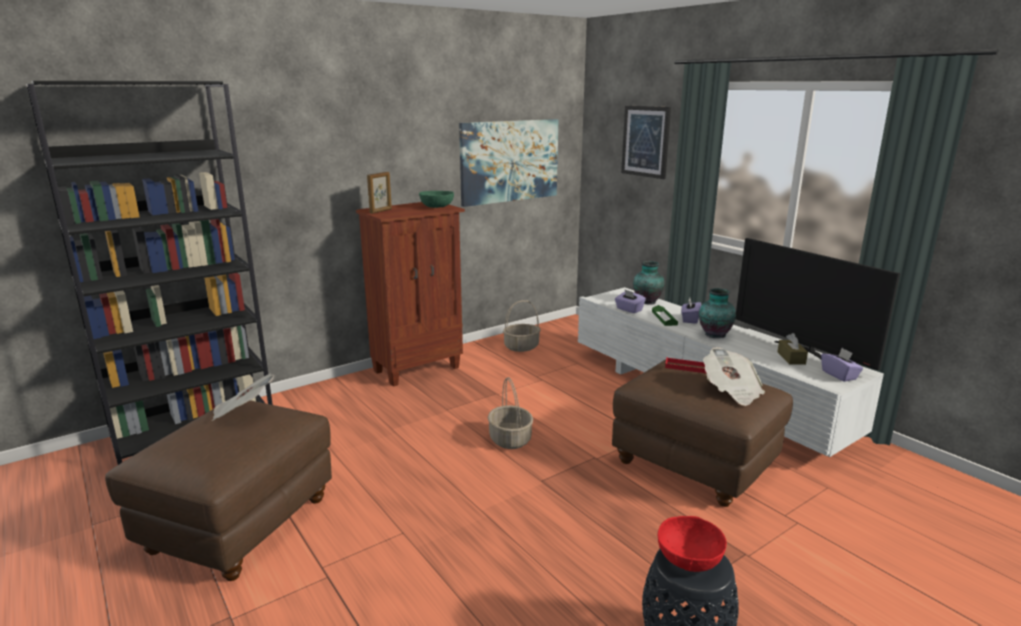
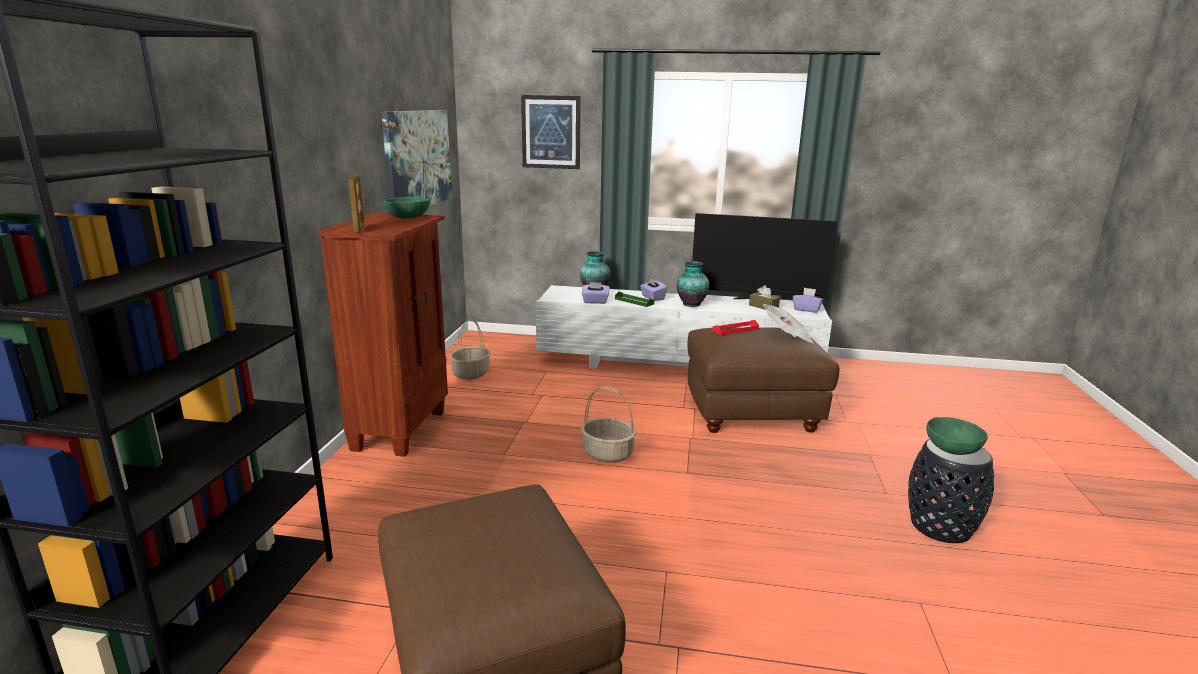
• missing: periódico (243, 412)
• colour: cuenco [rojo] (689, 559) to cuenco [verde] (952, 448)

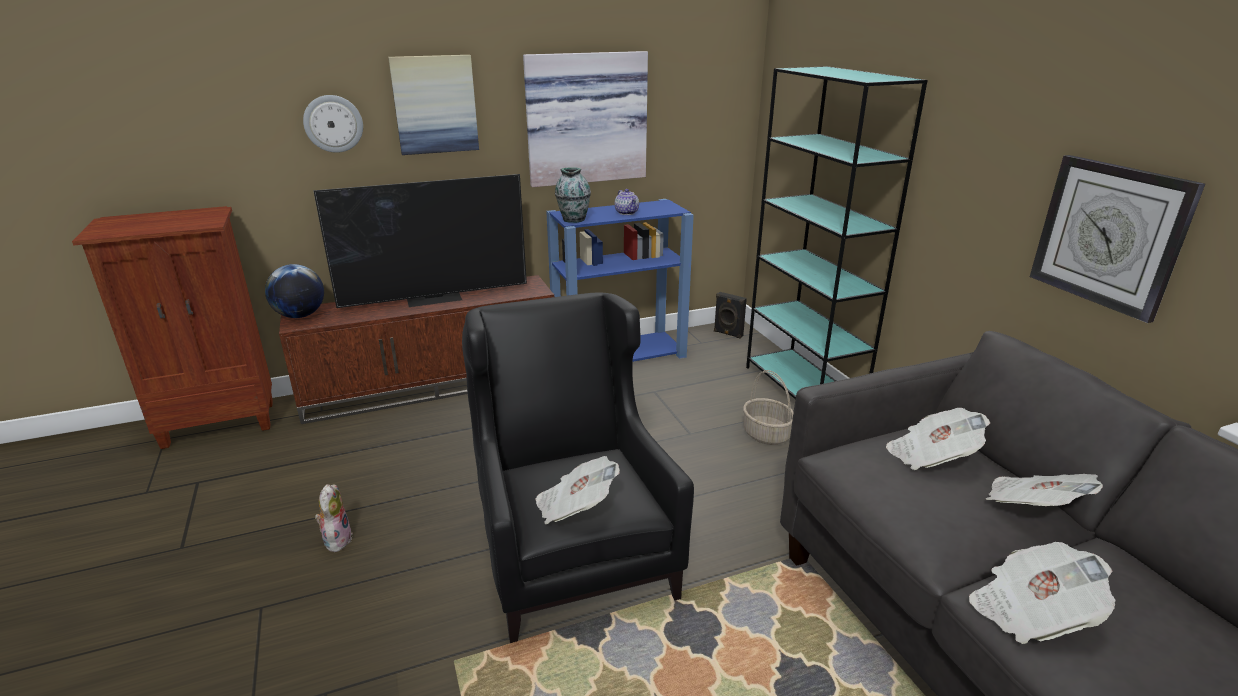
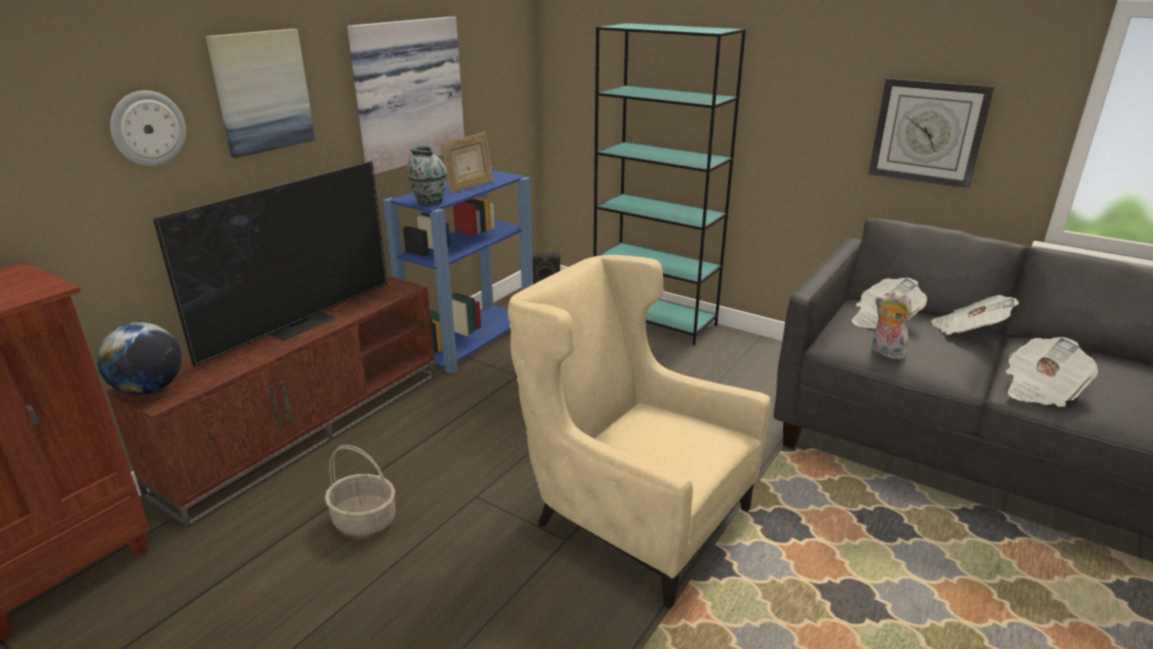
• relocated: peluche (336, 539) to (885, 352)
• colour: sillón [negro] (573, 553) to sillón [beis] (632, 516)
• missing: periódico (575, 507)
• exchanged: tetera (627, 213) to portarretratos (469, 187)
• relocated: cesta (767, 434) to (365, 520)

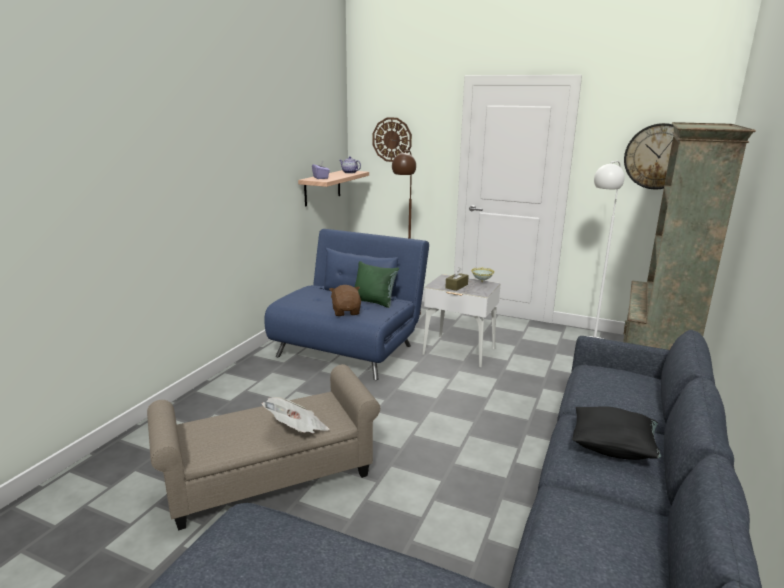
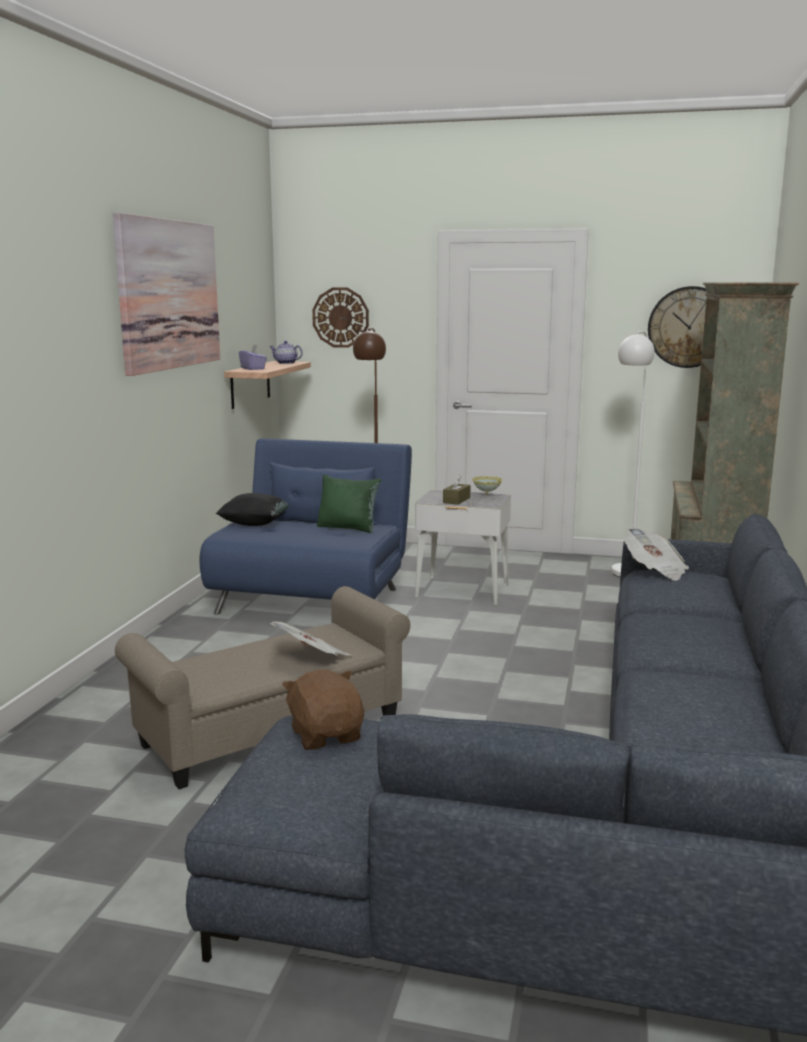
• relocated: peluche [marrón] (346, 312) to (326, 735)
• relocated: cojín [negro] (613, 448) to (254, 524)
• appeared: cuadro (169, 294)
• appeared: periódico (655, 571)

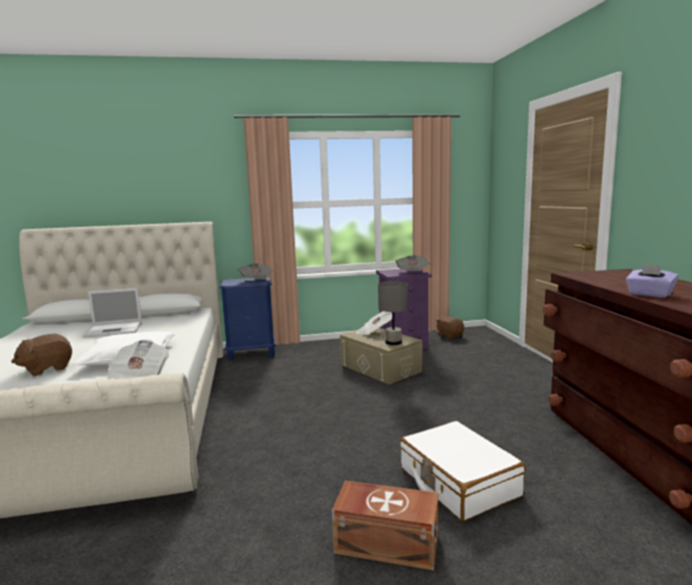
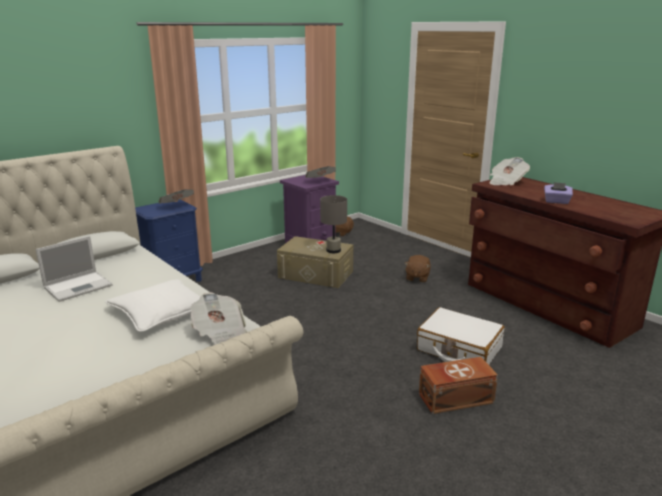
• relocated: peluche [marrón] (46, 369) to (417, 277)
• relocated: periódico (375, 332) to (506, 182)

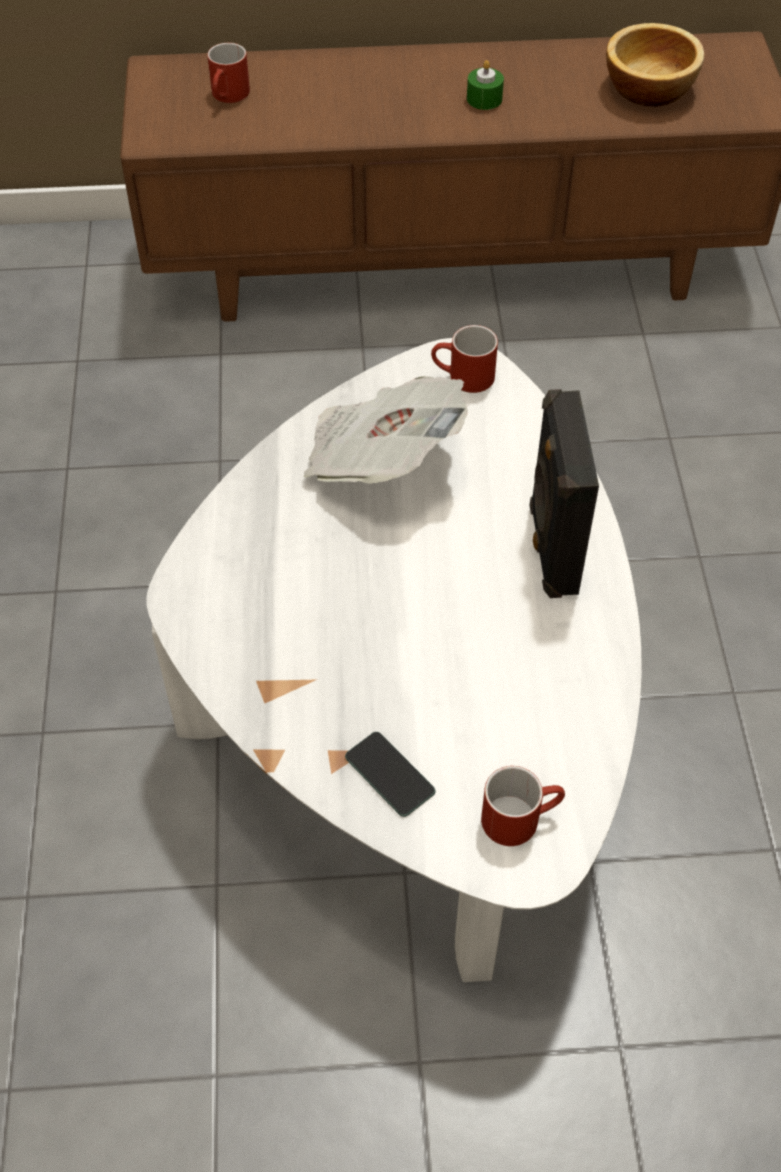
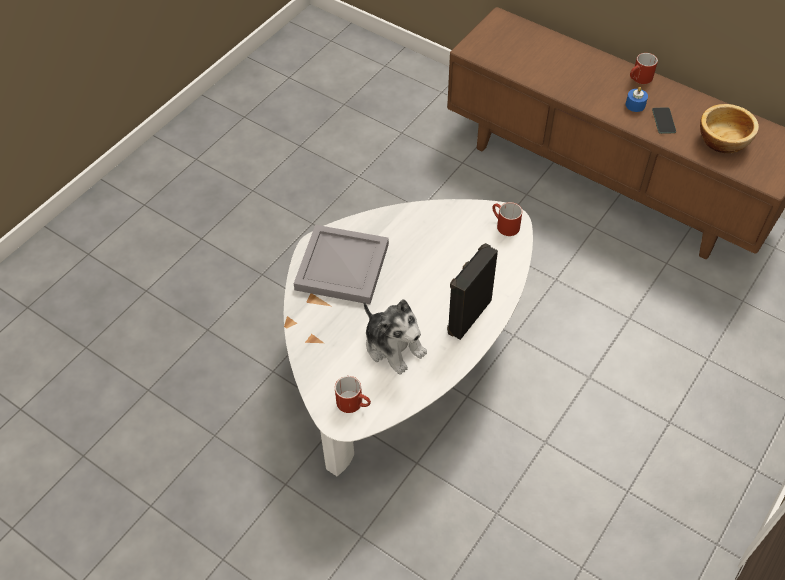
• relocated: taza grande [rojo] (229, 97) to (639, 79)
• missing: periódico (381, 458)
• relocated: móvil (389, 774) to (663, 121)
• colour: vela [verde] (484, 99) to vela [azul] (635, 105)
• appeared: bandeja [gris] (343, 268)
• appeared: peluche (394, 346)

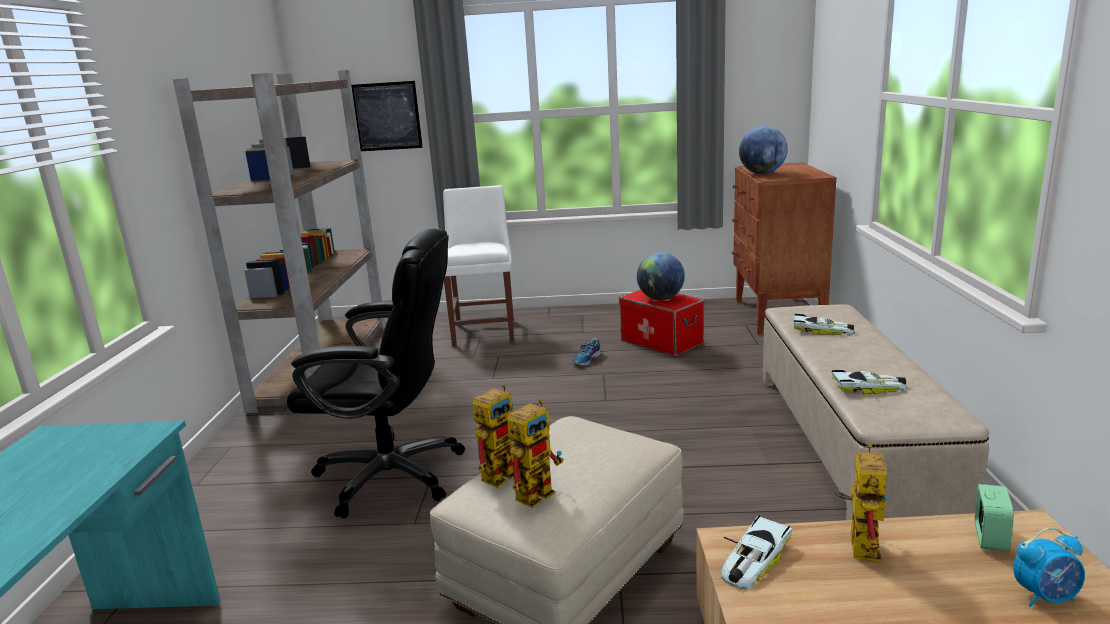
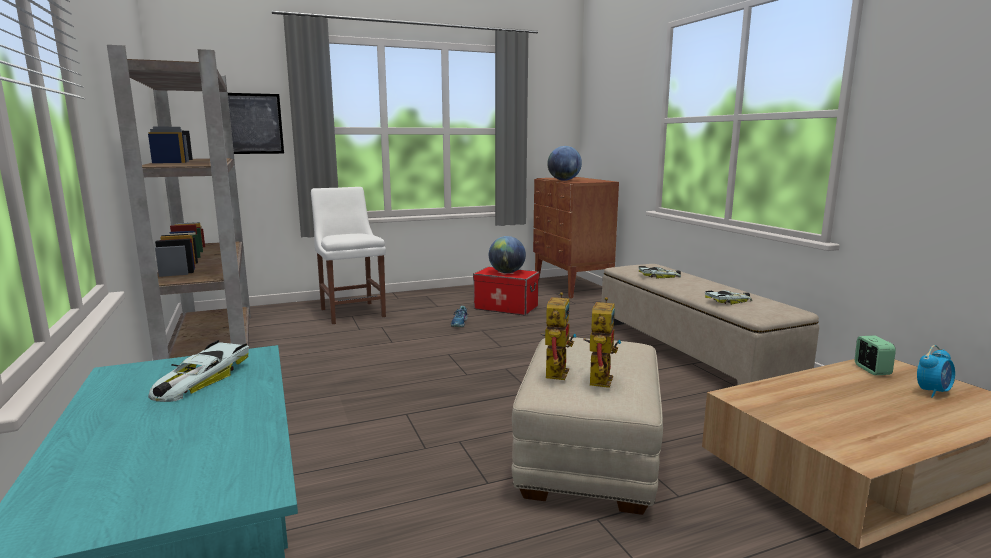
• missing: silla de oficina [negro] (390, 474)
• relocated: coche de juguete (752, 559) to (198, 379)
• missing: robot de juguete (859, 542)

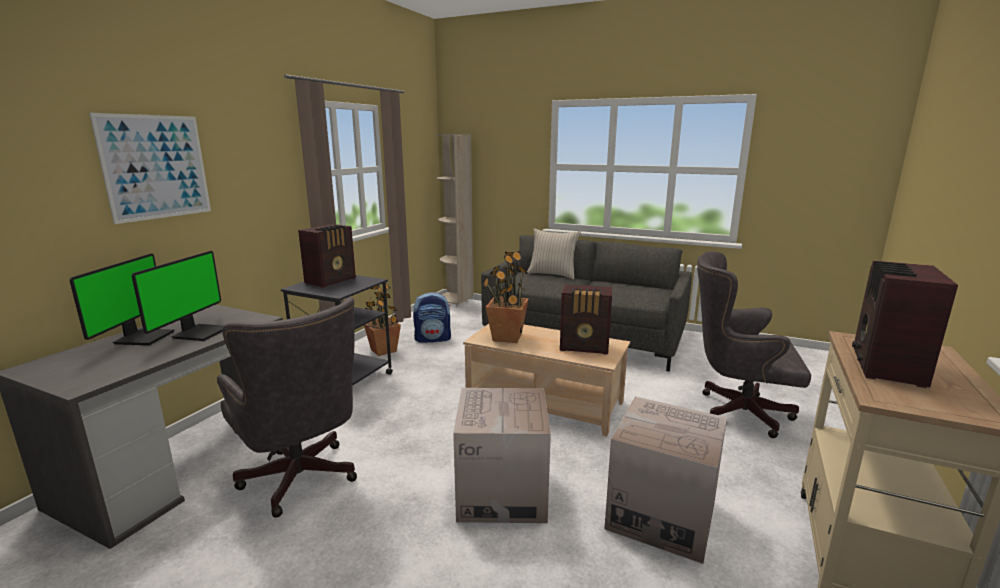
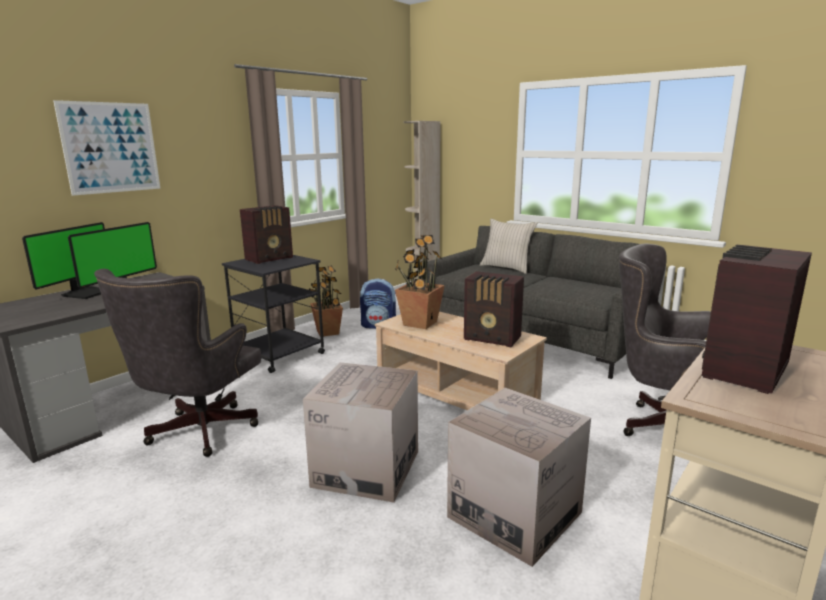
• spun: silla de oficina [gris] (302, 480) = (199, 433) 45 degrees clockwise

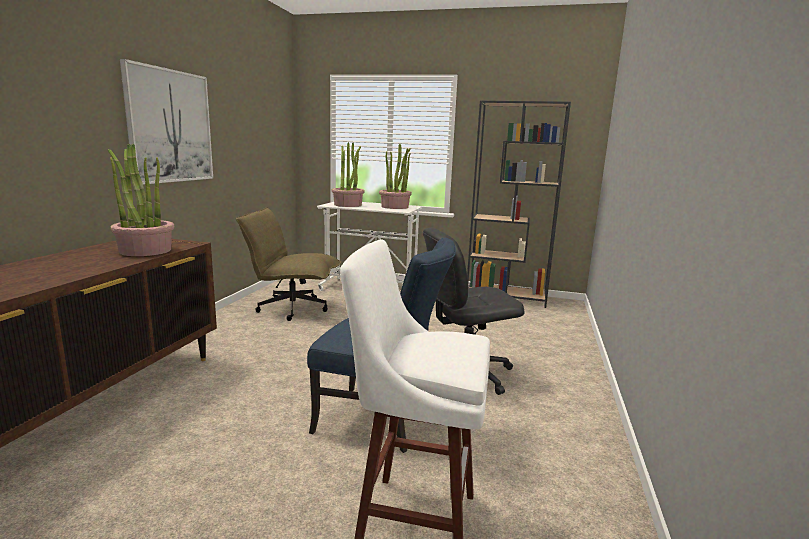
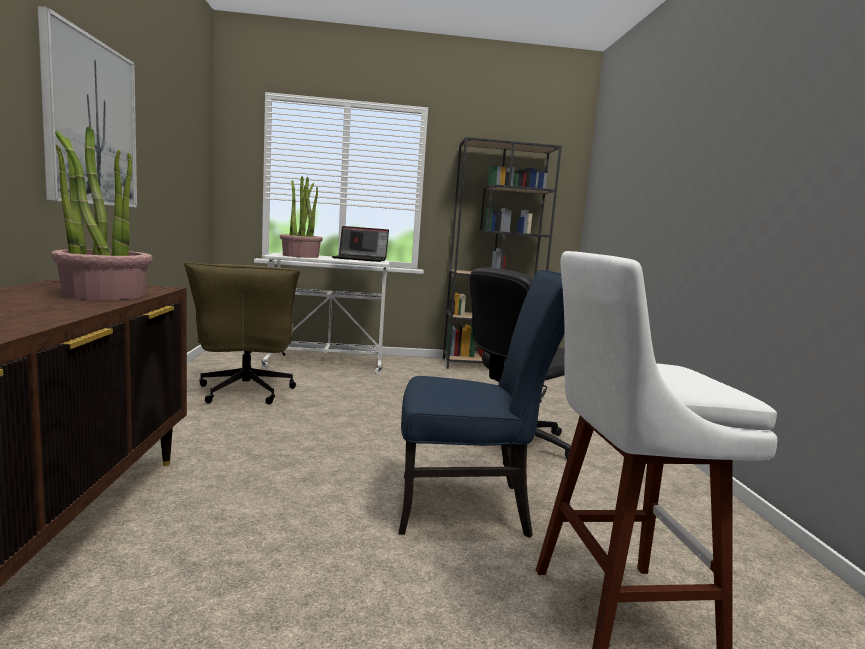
• spun: silla de oficina [beis] (294, 308) = (246, 391) 90 degrees counterclockwise
• exchanged: planta en maceta (395, 207) to portátil (361, 259)

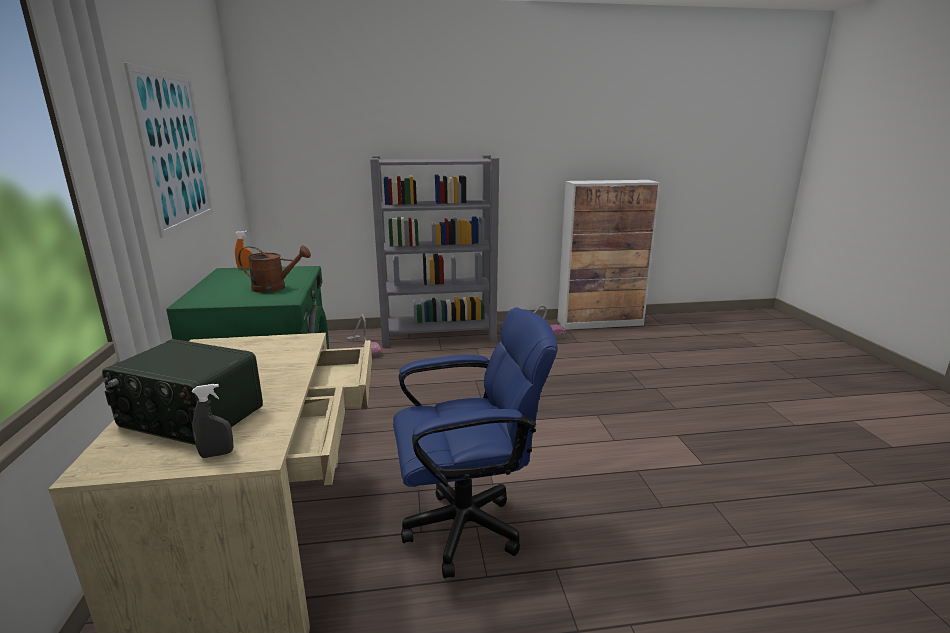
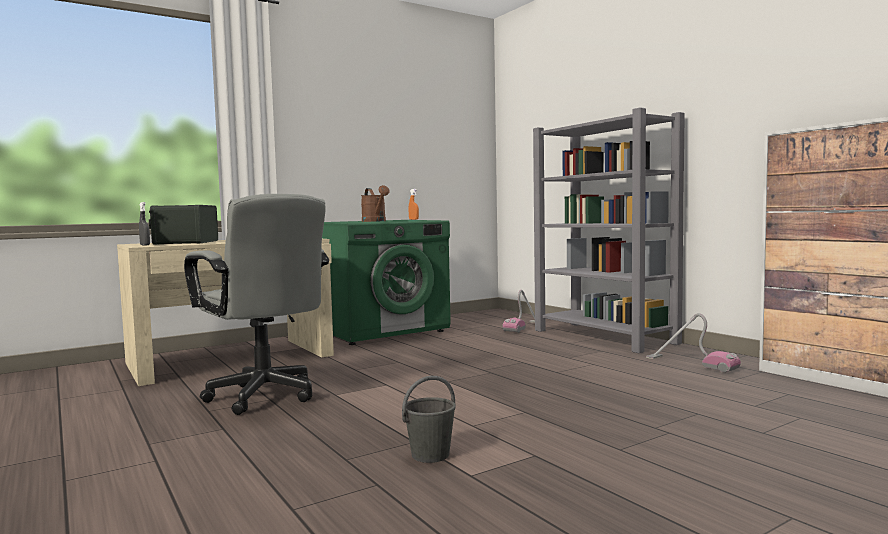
• missing: cuadro (175, 151)
• colour: silla de oficina [azul] (469, 528) to silla de oficina [gris] (266, 398)
• appeared: cubo [gris] (429, 455)

